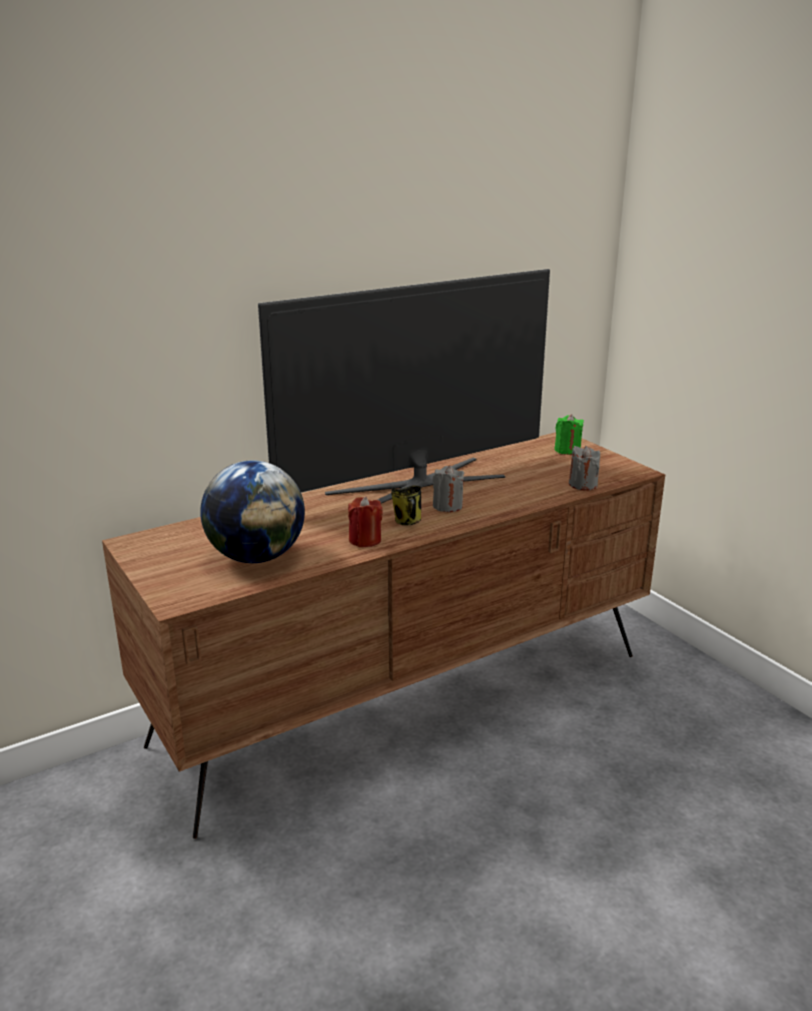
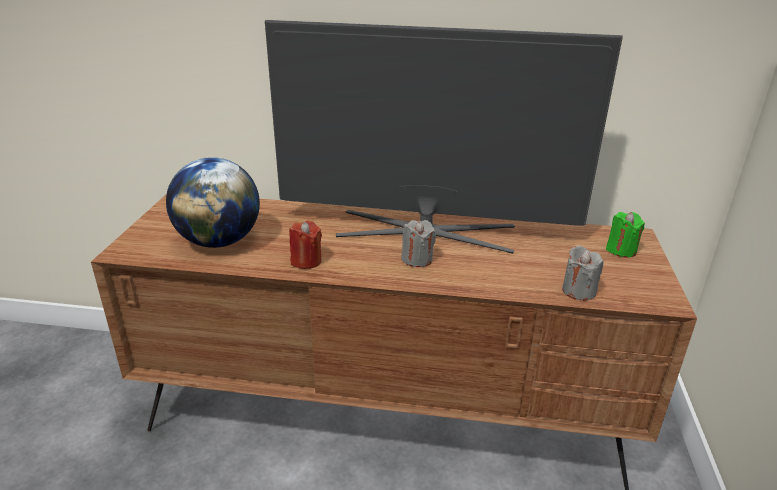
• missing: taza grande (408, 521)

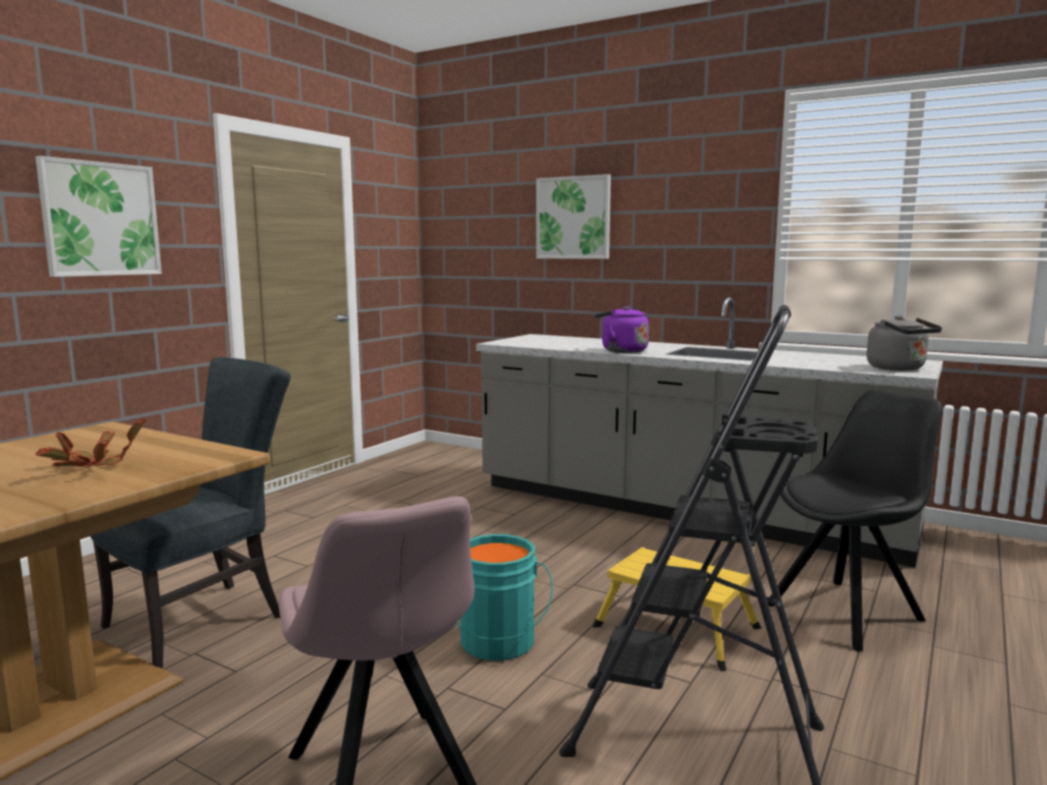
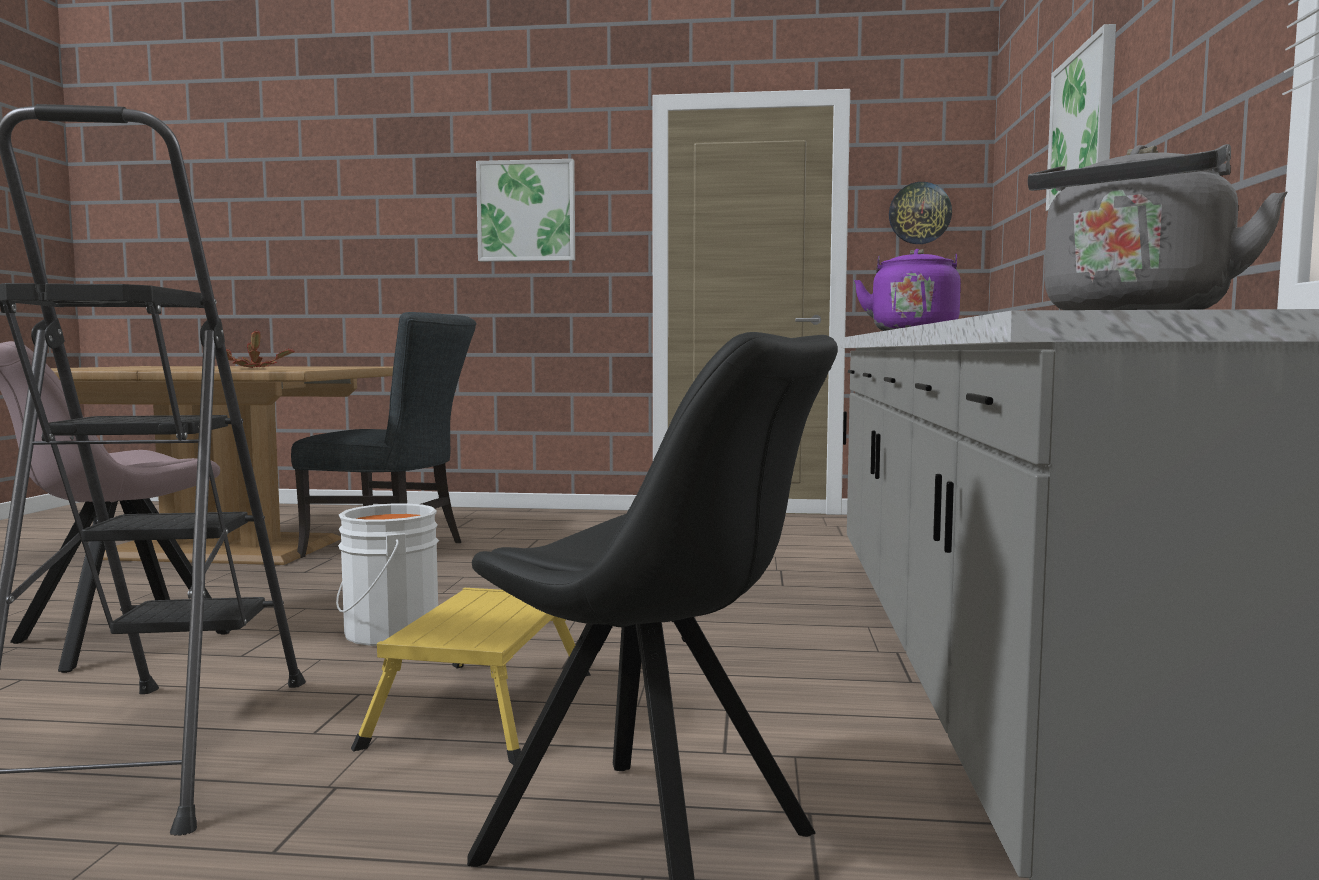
• colour: cubo [turquesa] (497, 644) to cubo [blanco] (386, 632)
• appeared: reloj de pared (919, 213)

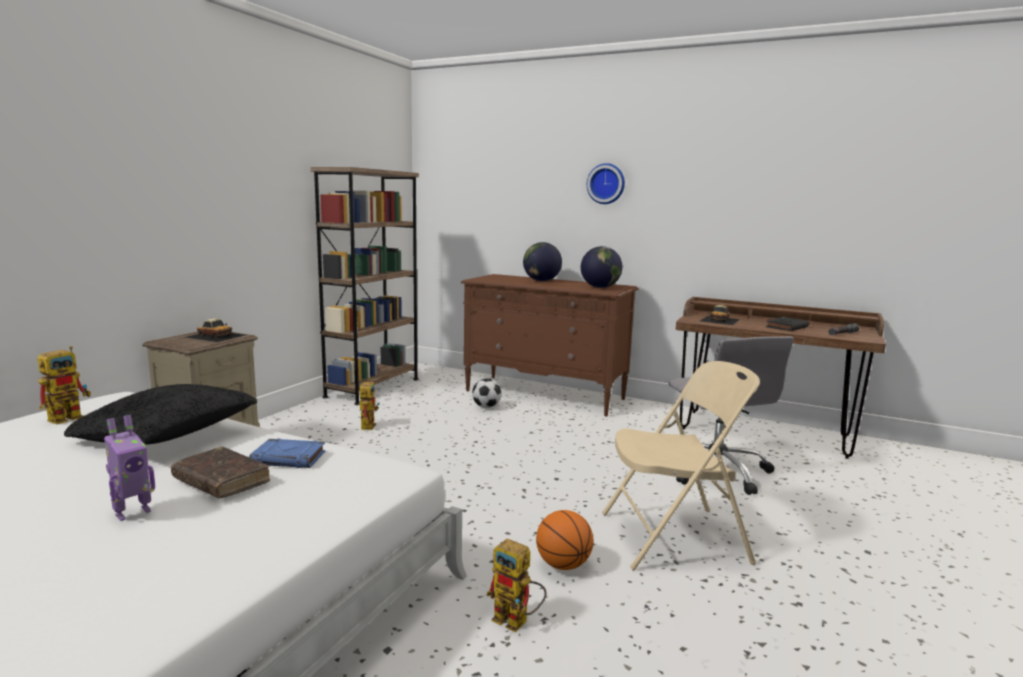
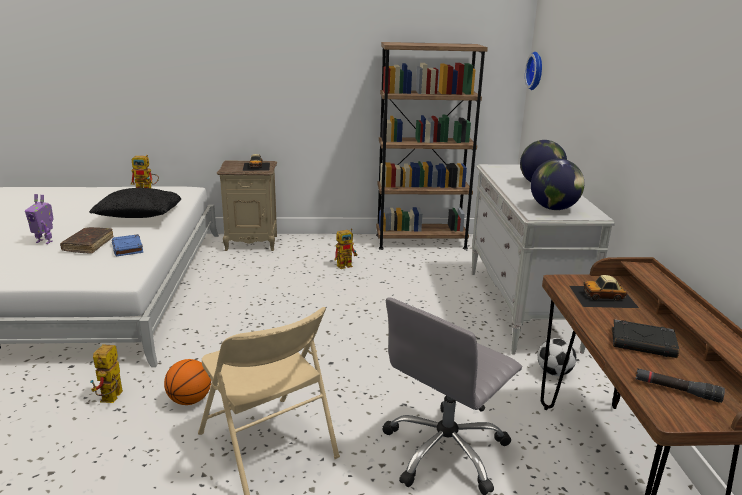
• colour: cómoda [marrón] (545, 395) to cómoda [blanco] (520, 309)
• relocated: balón de fútbol (486, 407) to (554, 372)
• relocated: reloj de pared (606, 184) to (536, 71)

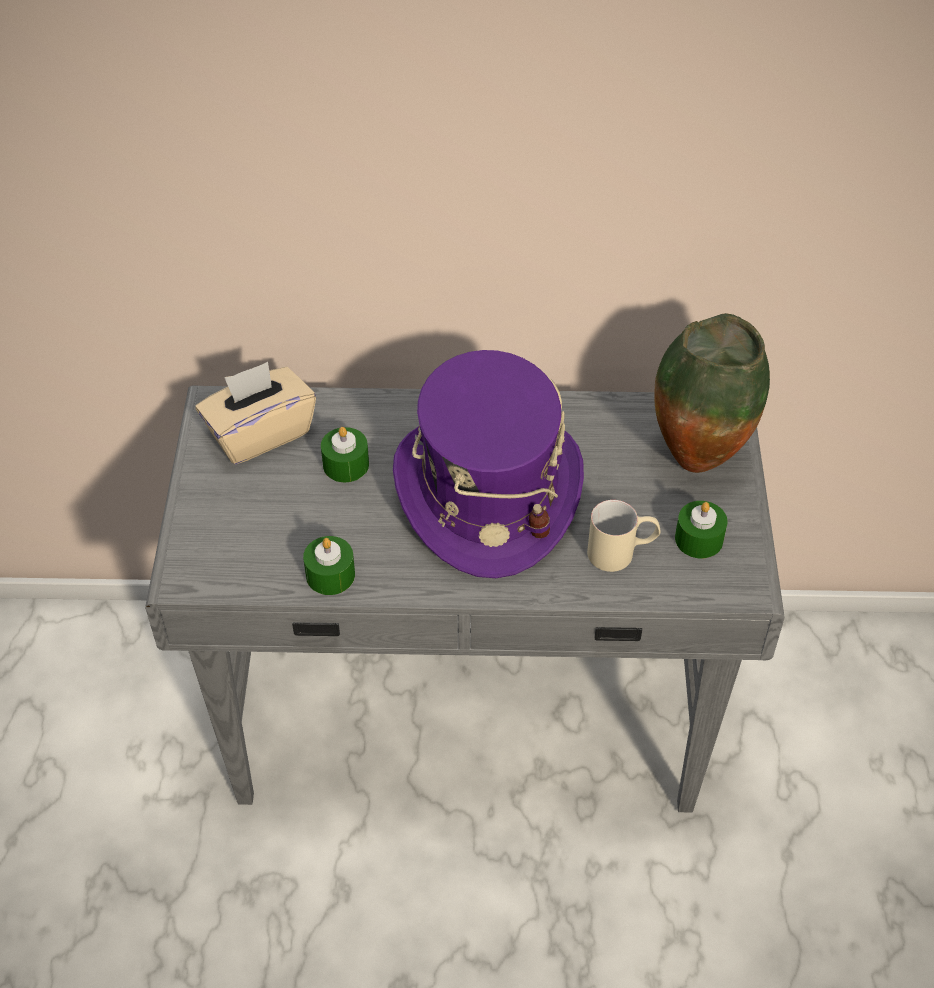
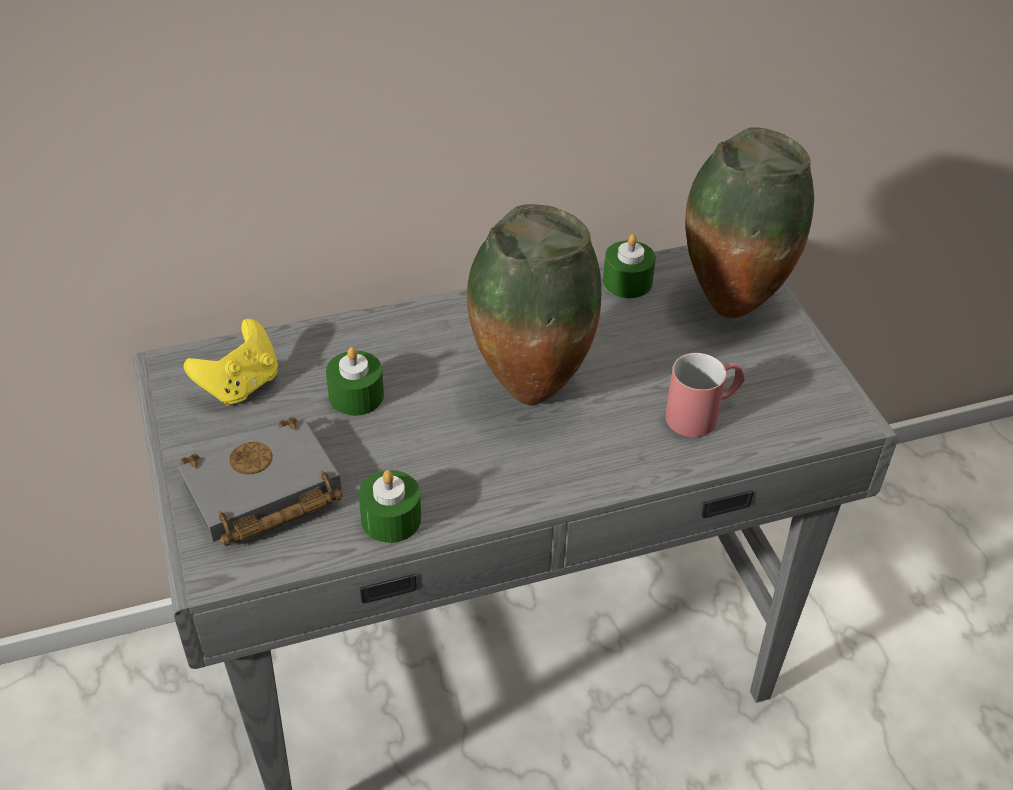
• exchanged: caja de pañuelos [beis] (260, 433) to mando de consola [amarillo] (240, 385)
• exchanged: sombrero [morado] (486, 493) to florero (528, 388)
• colour: taza grande [beis] (622, 552) to taza grande [rojo] (702, 414)
• relocated: vela [verde] (699, 539) to (627, 281)
• appeared: libro [gris] (261, 494)

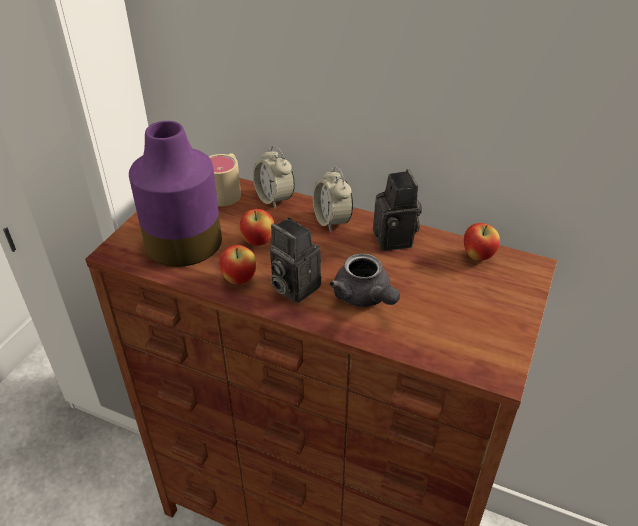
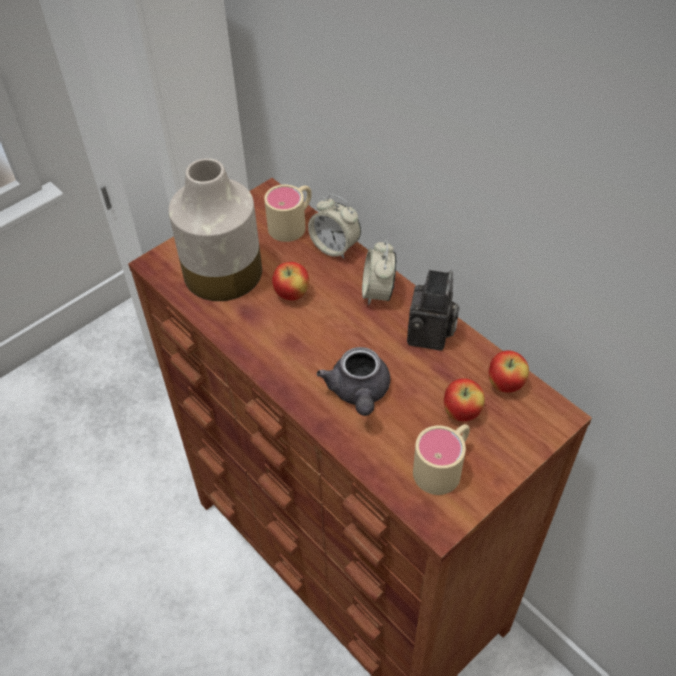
• colour: florero [morado] (184, 241) to florero [beis] (223, 271)
• relocated: manzana (239, 279) to (461, 412)
• spun: despertador (274, 199) = (335, 247) 45 degrees counterclockwise
• missing: cámara (292, 287)
• appeared: taza grande [beis] (444, 466)

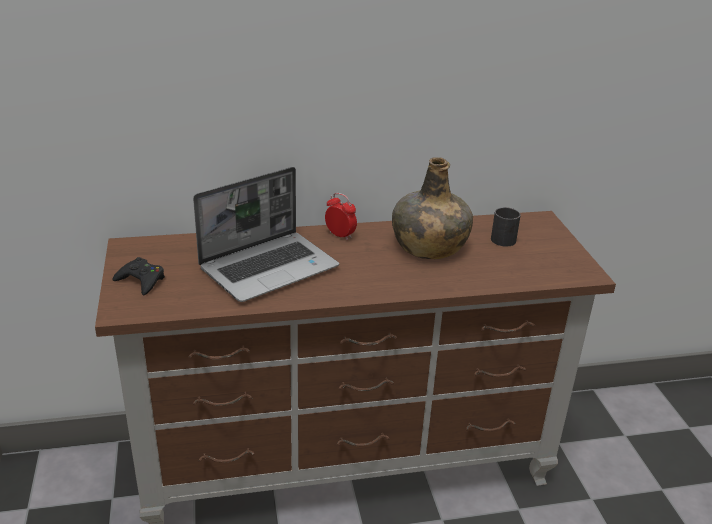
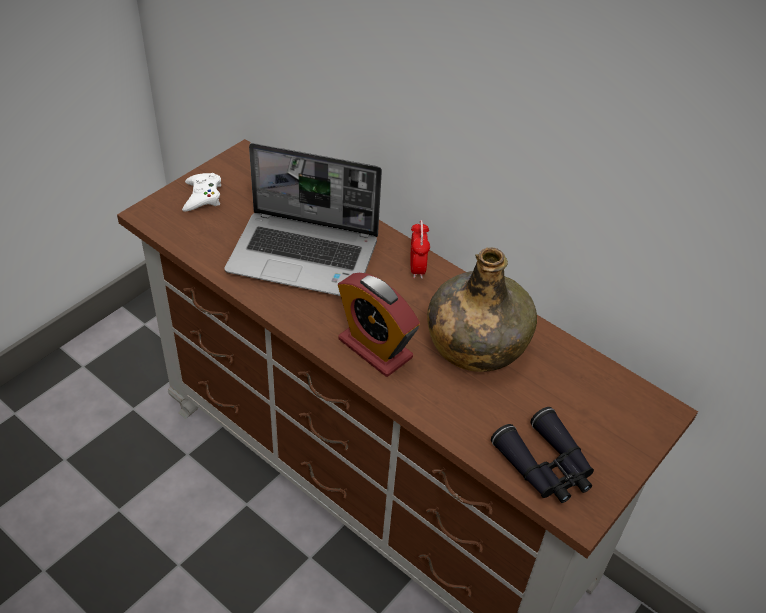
• colour: mando de consola [negro] (141, 281) to mando de consola [blanco] (202, 196)
• missing: taza grande [negro] (505, 237)
• appeared: despertador (375, 348)
• appeared: prismáticos [negro] (545, 466)

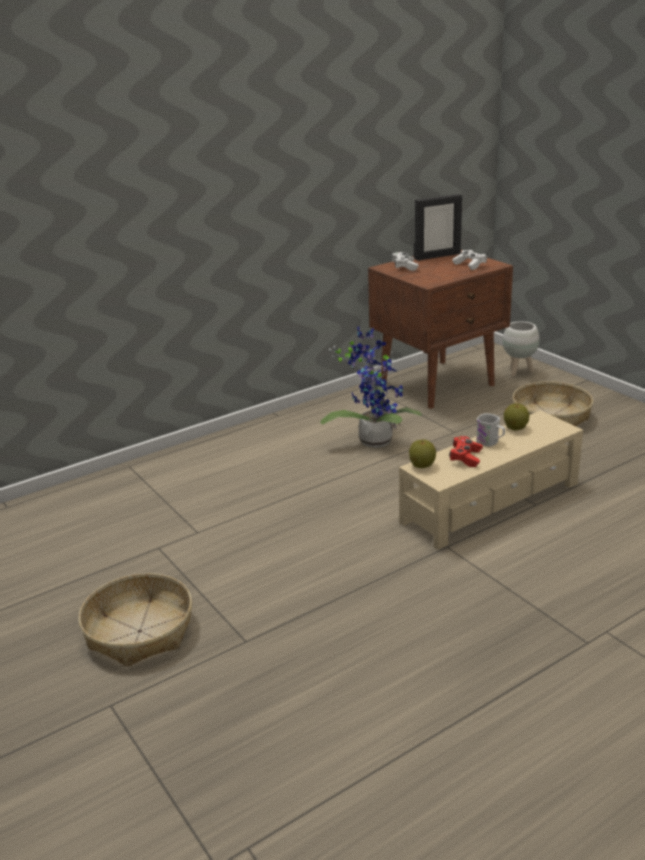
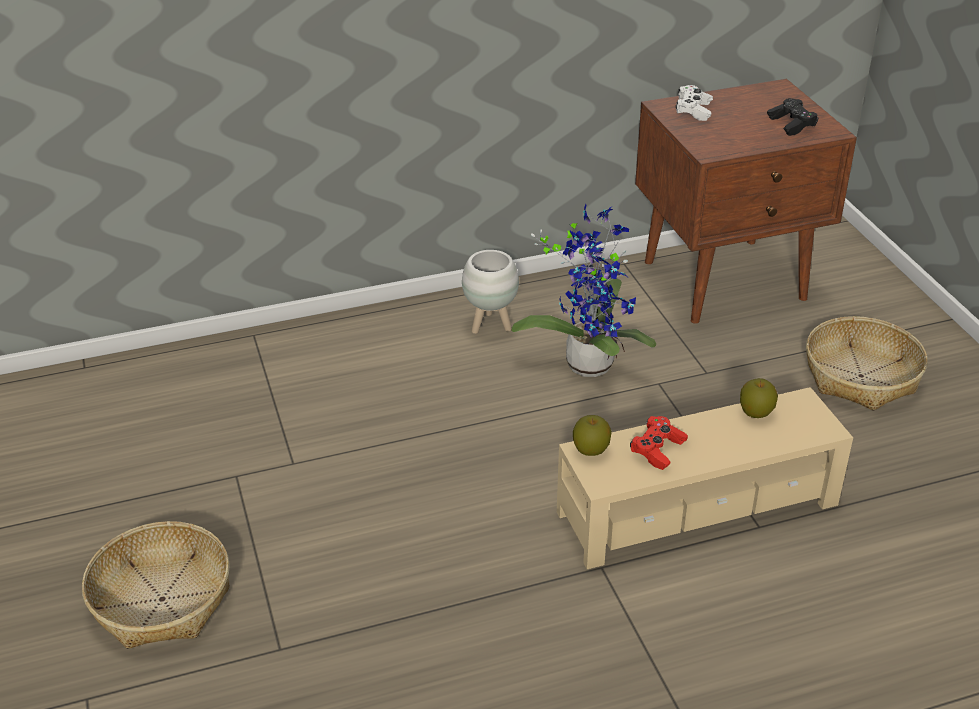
• missing: portarretratos (437, 256)
• colour: mando de consola [blanco] (469, 265) to mando de consola [negro] (791, 125)
• missing: taza grande [blanco] (490, 442)
• relocated: maceta [blanco] (518, 372) to (490, 325)

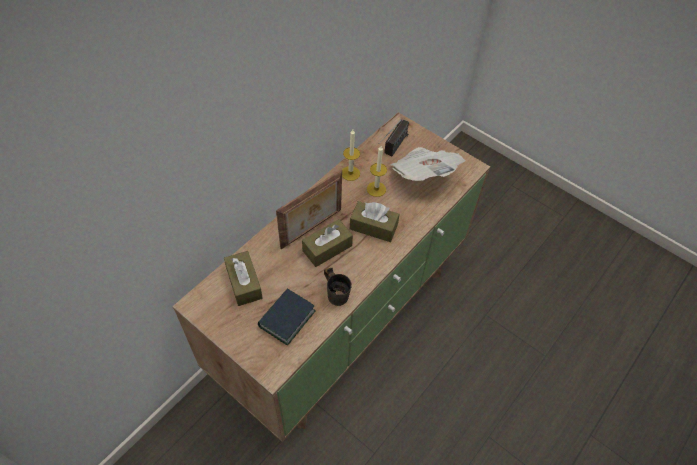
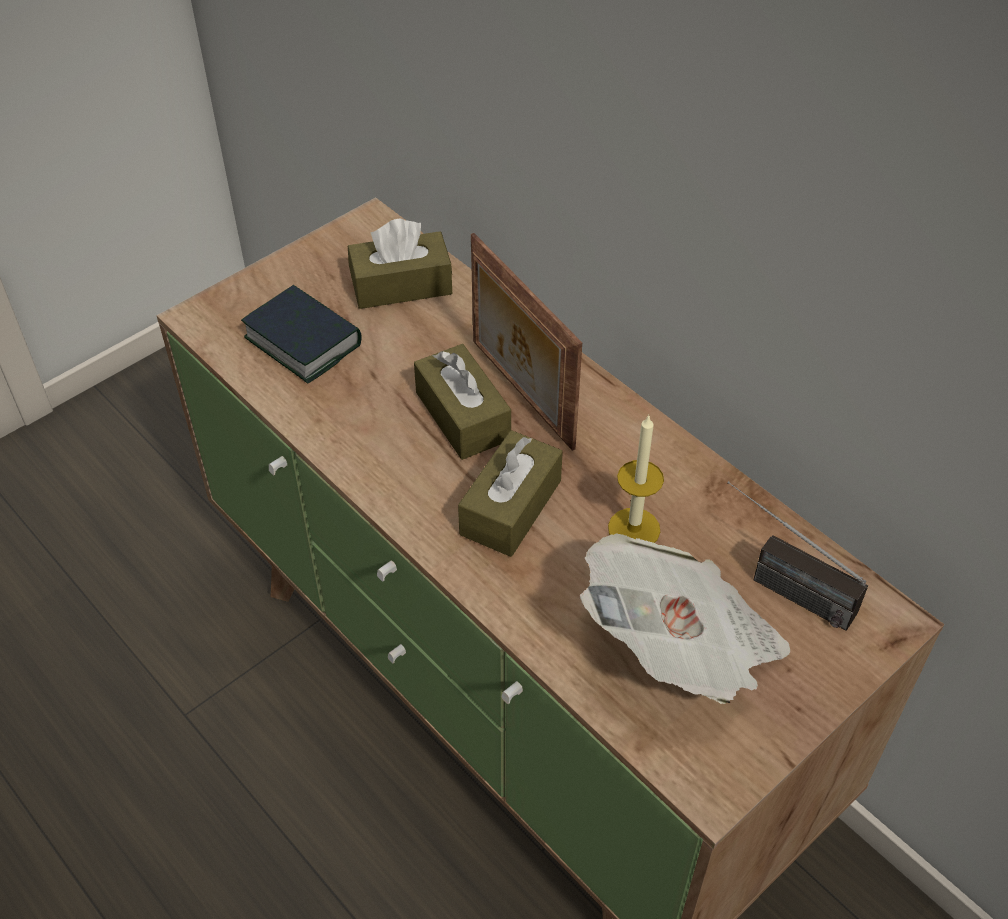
• missing: taza grande [gris] (337, 292)
• missing: vela (350, 173)

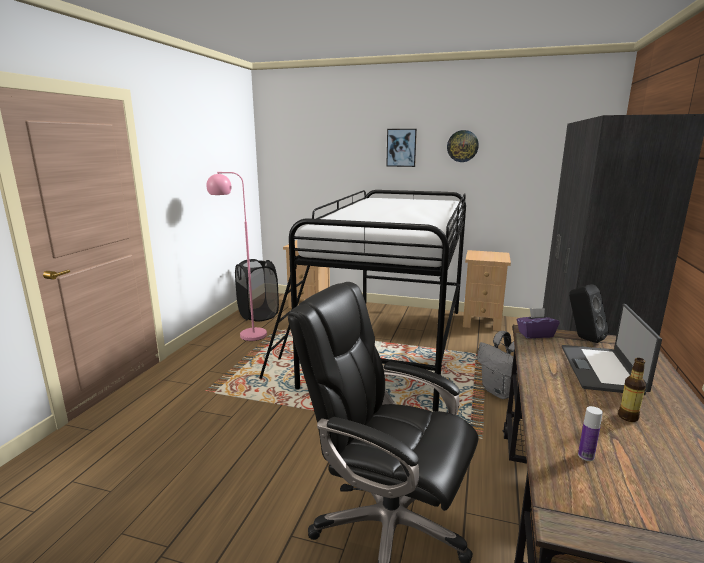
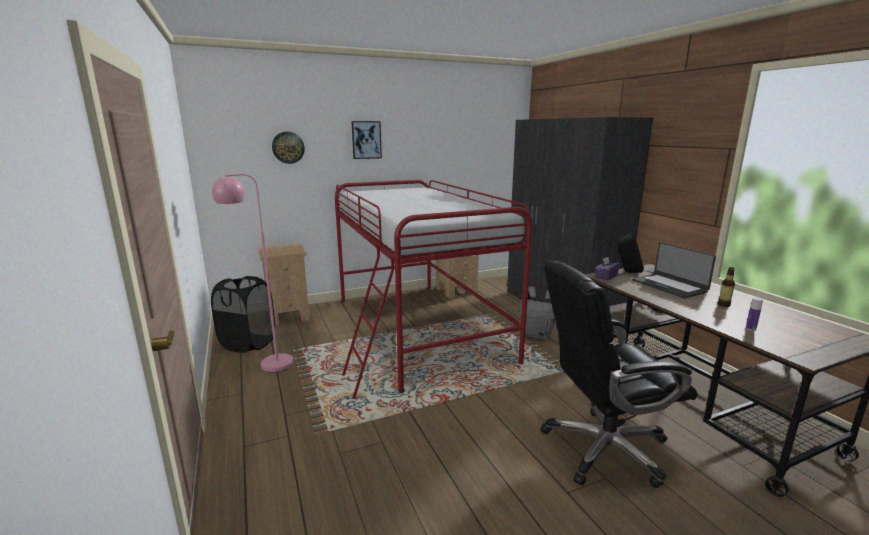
• colour: cama [negro] (388, 345) to cama [rojo] (417, 329)
• relocated: reloj de pared (462, 146) to (288, 147)

